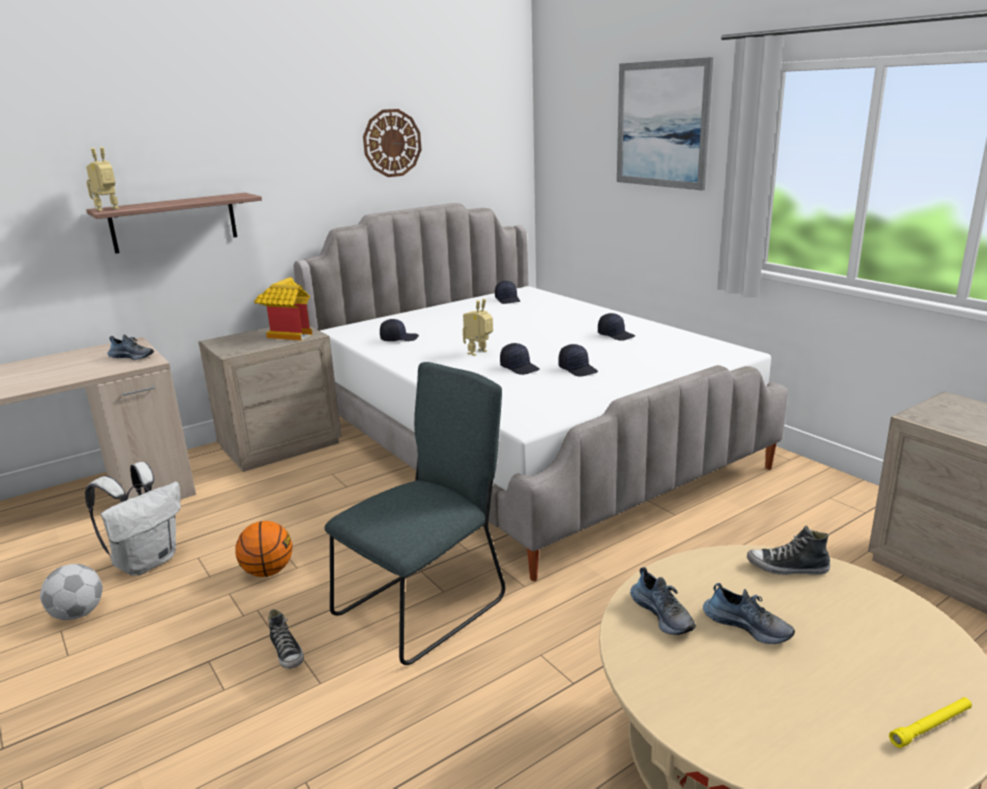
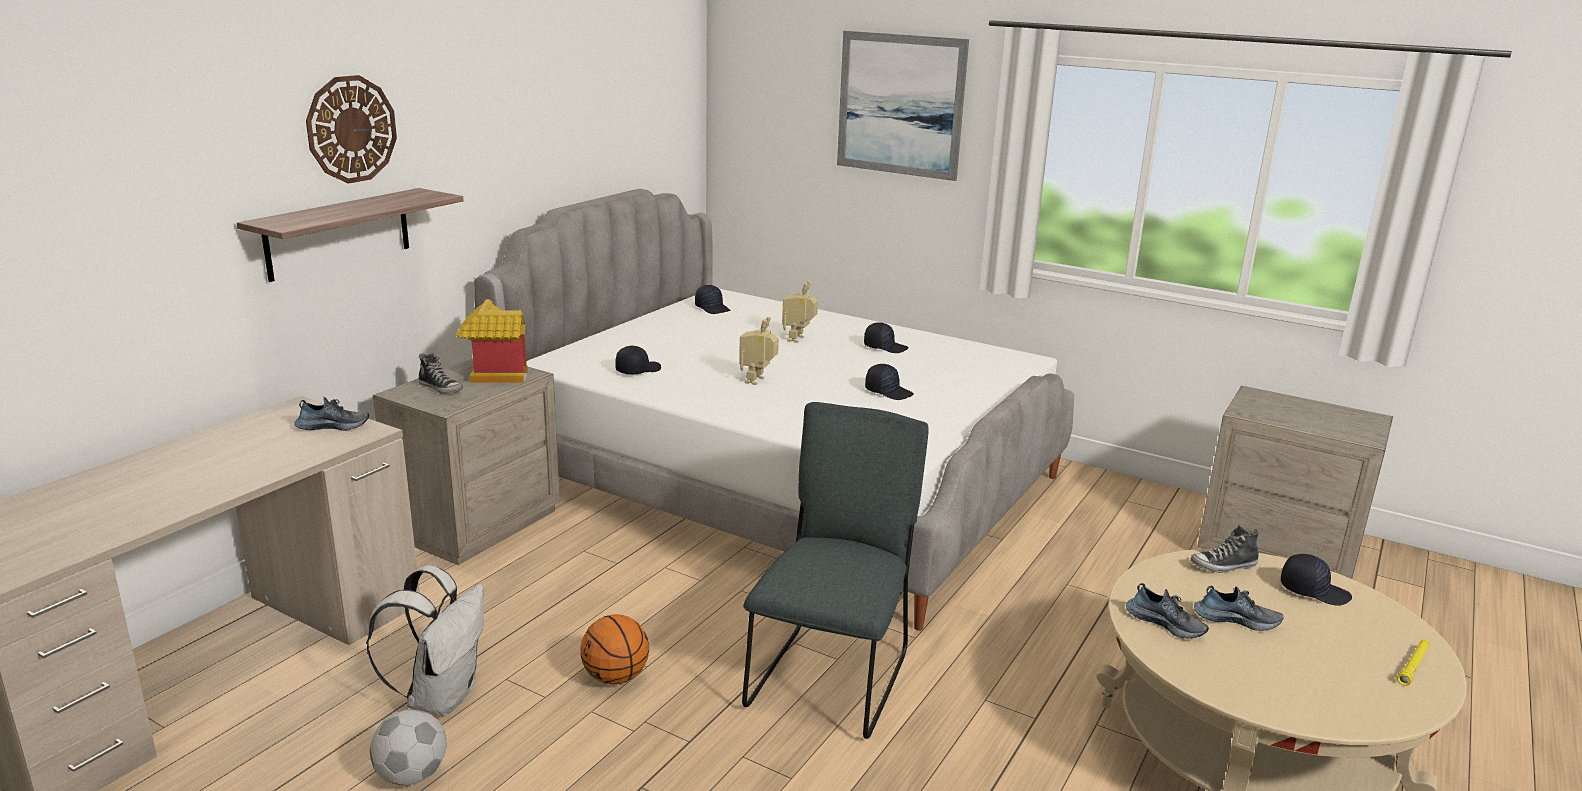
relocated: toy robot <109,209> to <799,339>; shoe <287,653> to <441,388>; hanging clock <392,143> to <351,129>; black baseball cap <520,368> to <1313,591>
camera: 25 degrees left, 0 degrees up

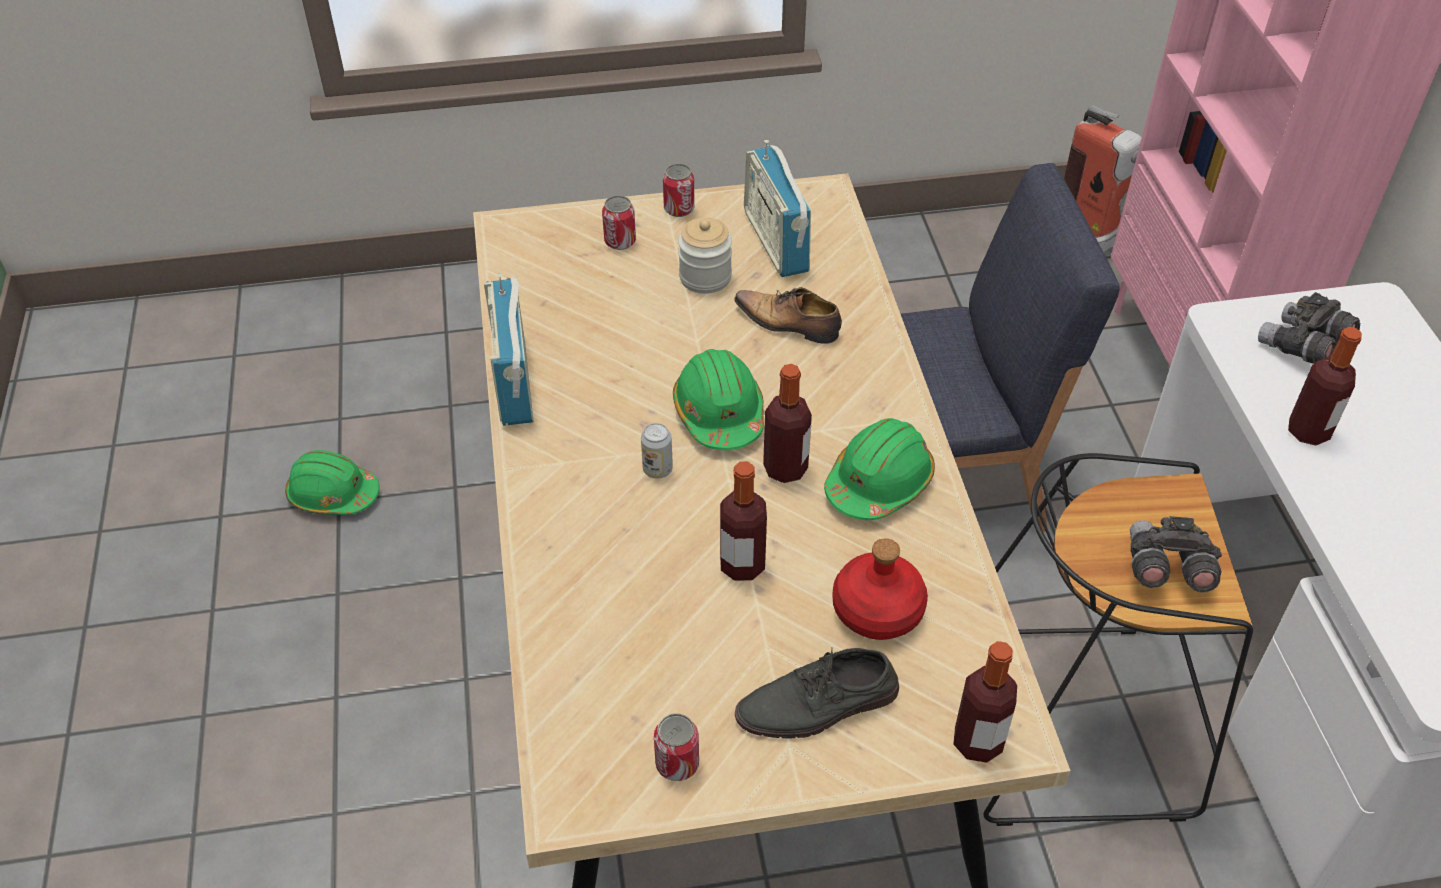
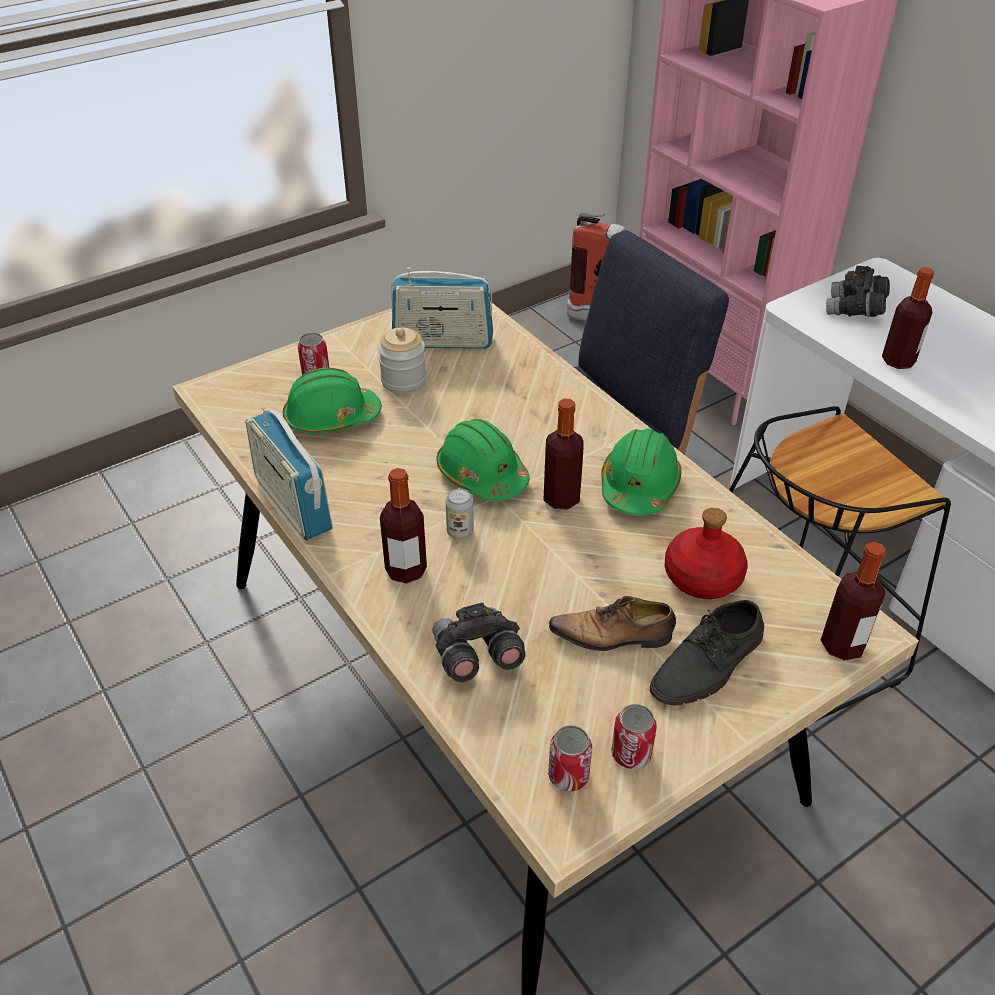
relocated: green work helmet <333,495> to <331,418>; can <679,209> to <568,775>; beverage bottle <742,565> to <406,570>; shoe <788,324> to <613,636>; grey field glasses <1166,569> to <476,657>
spun: radio set <775,242> = <442,341> 45 degrees counterclockwise
camera: 25 degrees left, 5 degrees down

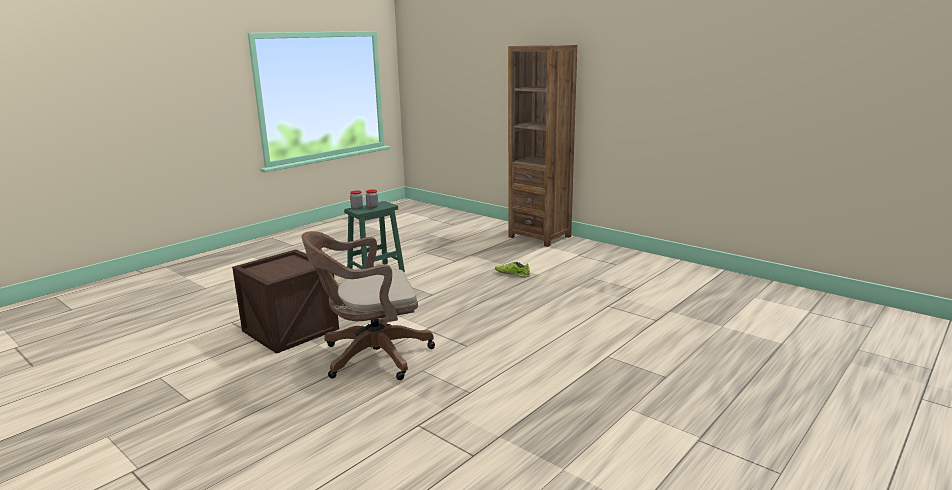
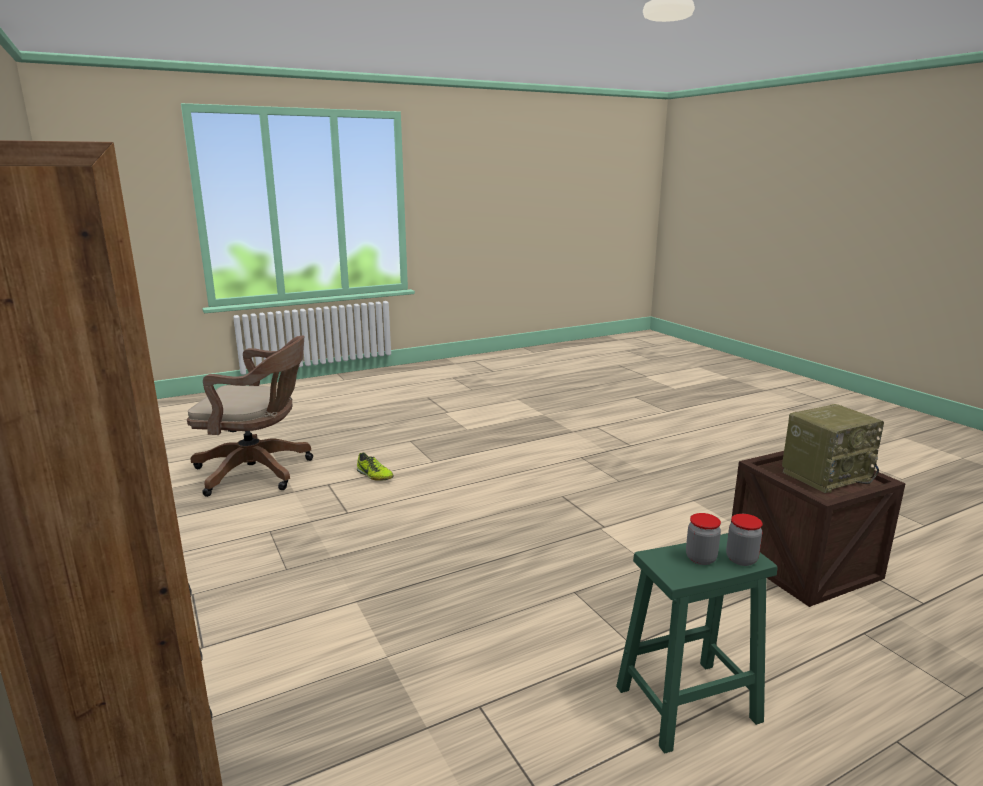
appeared: radio set <826,475>
relocated: brownish desk chair <370,356> to <259,472>; shoe <512,274> to <374,476>
camera: 160 degrees left, 0 degrees up

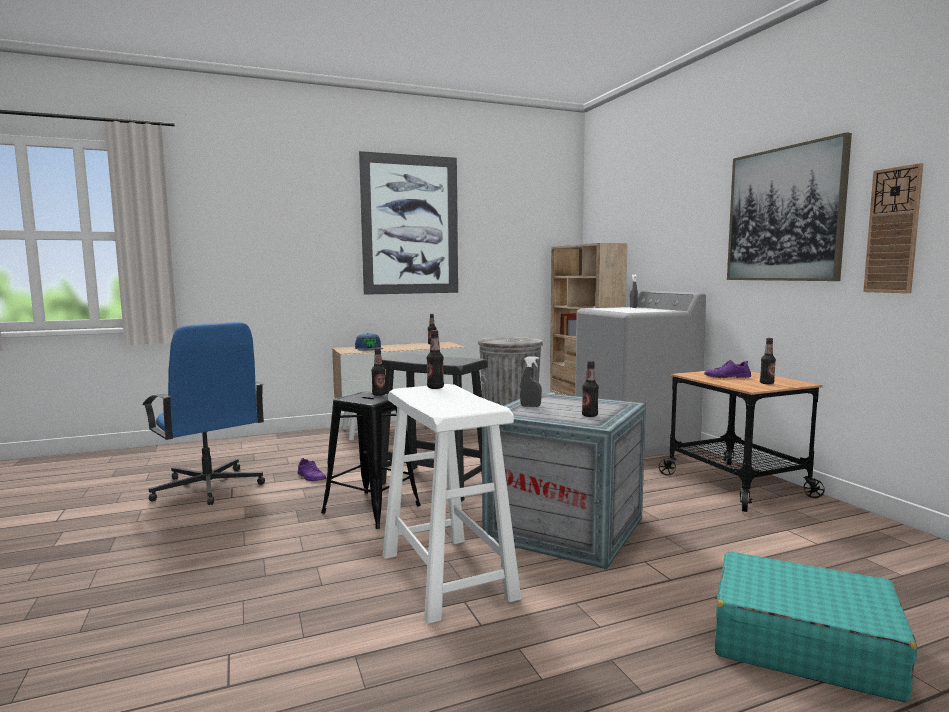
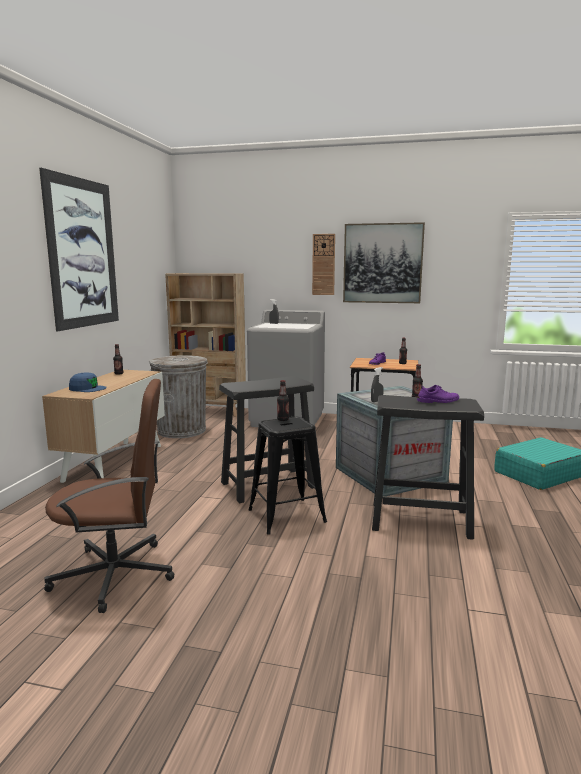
missing: beverage bottle <435,387>
relocated: purple-coloured shoe <311,477> to <438,401>; hanging clock <893,230> to <323,264>
colour: blue desk chair <208,488> to brownish desk chair <116,574>; whitish stool seat <446,575> to black stool seat <419,519>
camera: 55 degrees left, 5 degrees up

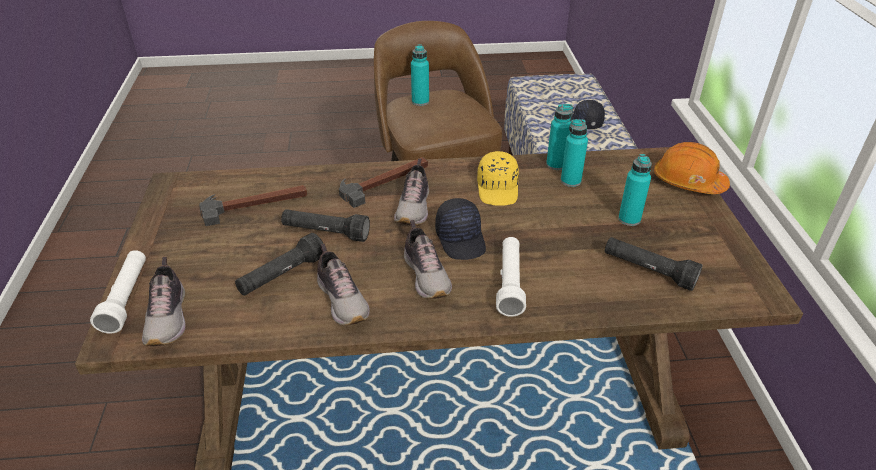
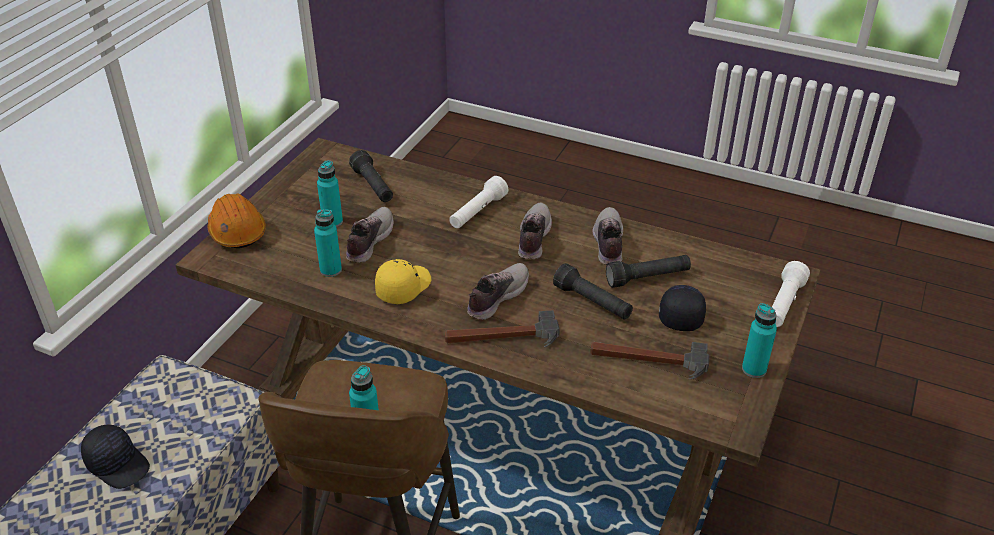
relocated: shoe <168,317> to <368,242>; black baseball cap <461,239> to <680,313>; turquoise beverage bottle <556,164> to <754,369>
camera: 150 degrees left, 0 degrees up

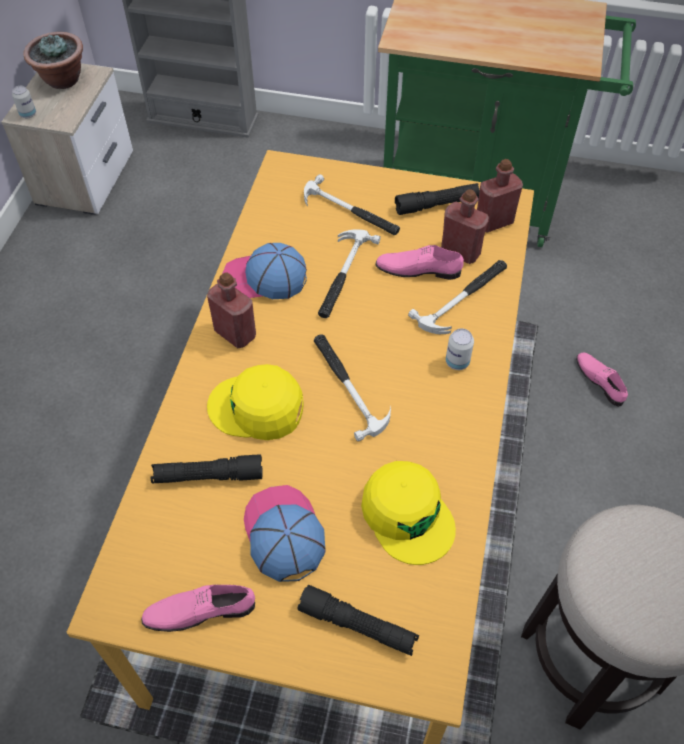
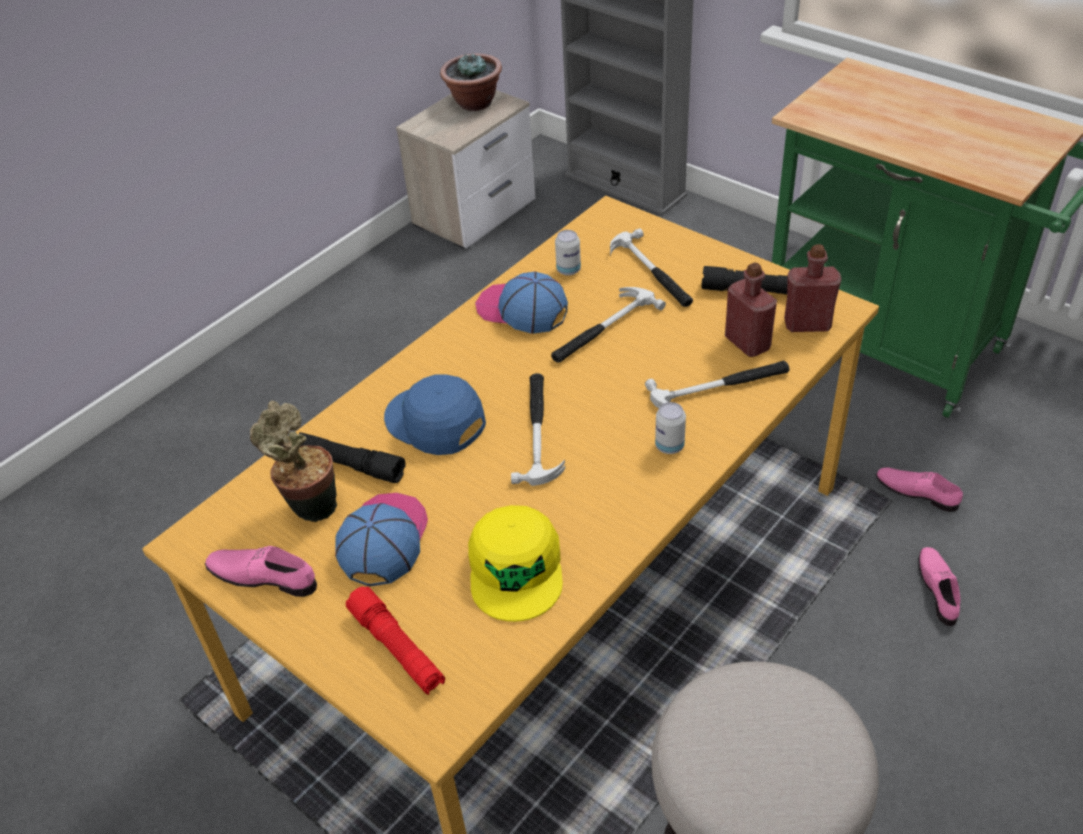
missing: reddish beverage bottle <235,333>
appeared: potted plant <310,506>
relocated: can <28,114> to <568,270>; pink shoe <418,268> to <917,491>
colour: yellowish baseball cap <257,408> to blue baseball cap <435,421>; black hand torch <358,625> to reddish hand torch <397,648>
camera: 30 degrees right, 10 degrees down

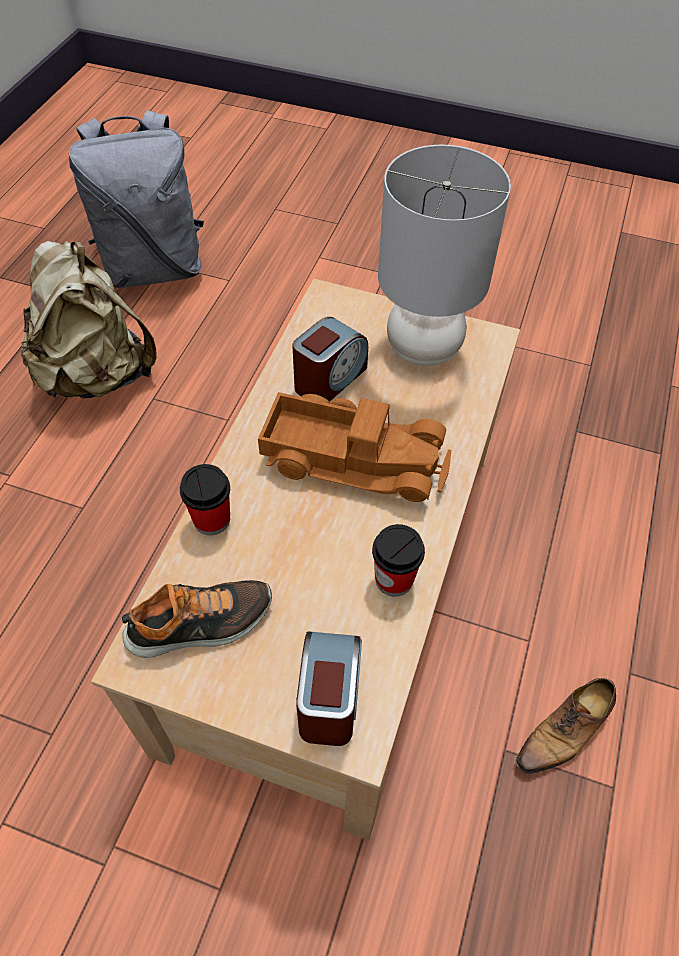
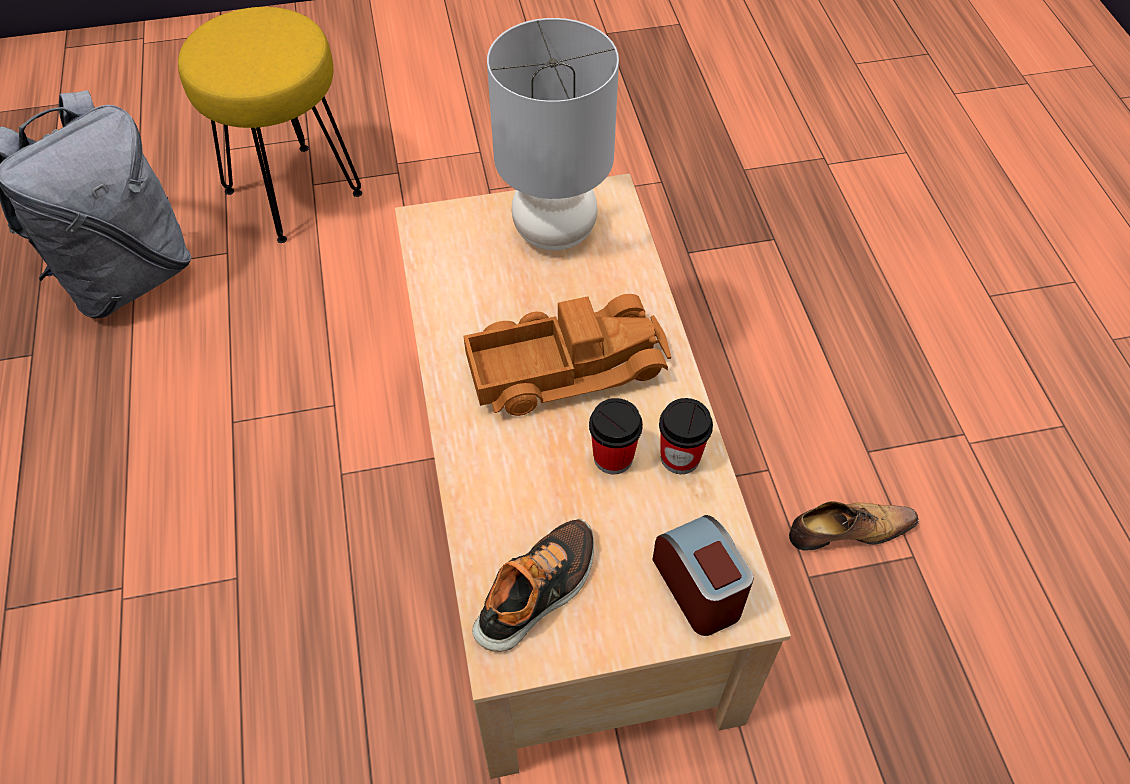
missing: beige rucksack <97,375>; alarm clock <329,379>
appeared: yellowish stool seat <293,191>
relocated: cup <212,519> to <613,457>
spun: shoe <565,731> = <847,531> 120 degrees counterclockwise
camera: 30 degrees left, 0 degrees up

